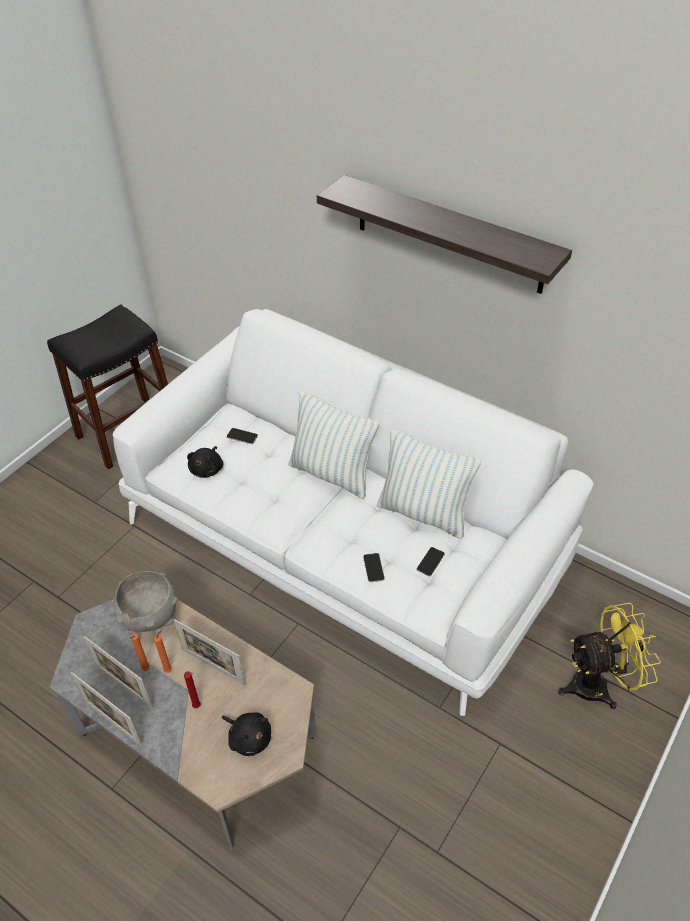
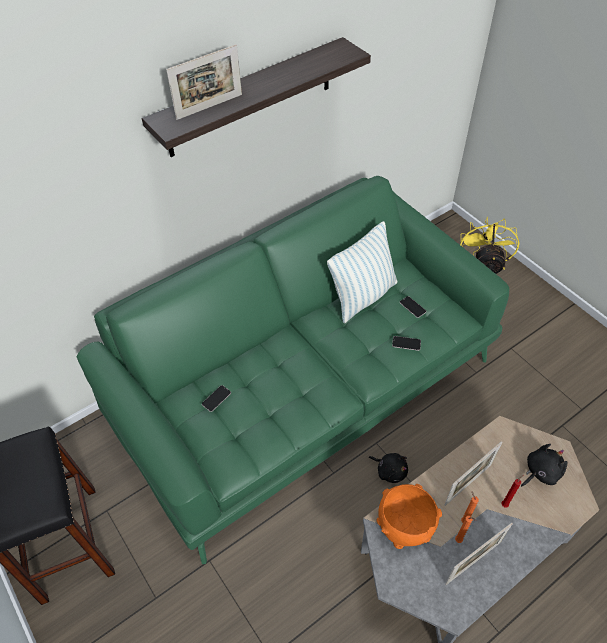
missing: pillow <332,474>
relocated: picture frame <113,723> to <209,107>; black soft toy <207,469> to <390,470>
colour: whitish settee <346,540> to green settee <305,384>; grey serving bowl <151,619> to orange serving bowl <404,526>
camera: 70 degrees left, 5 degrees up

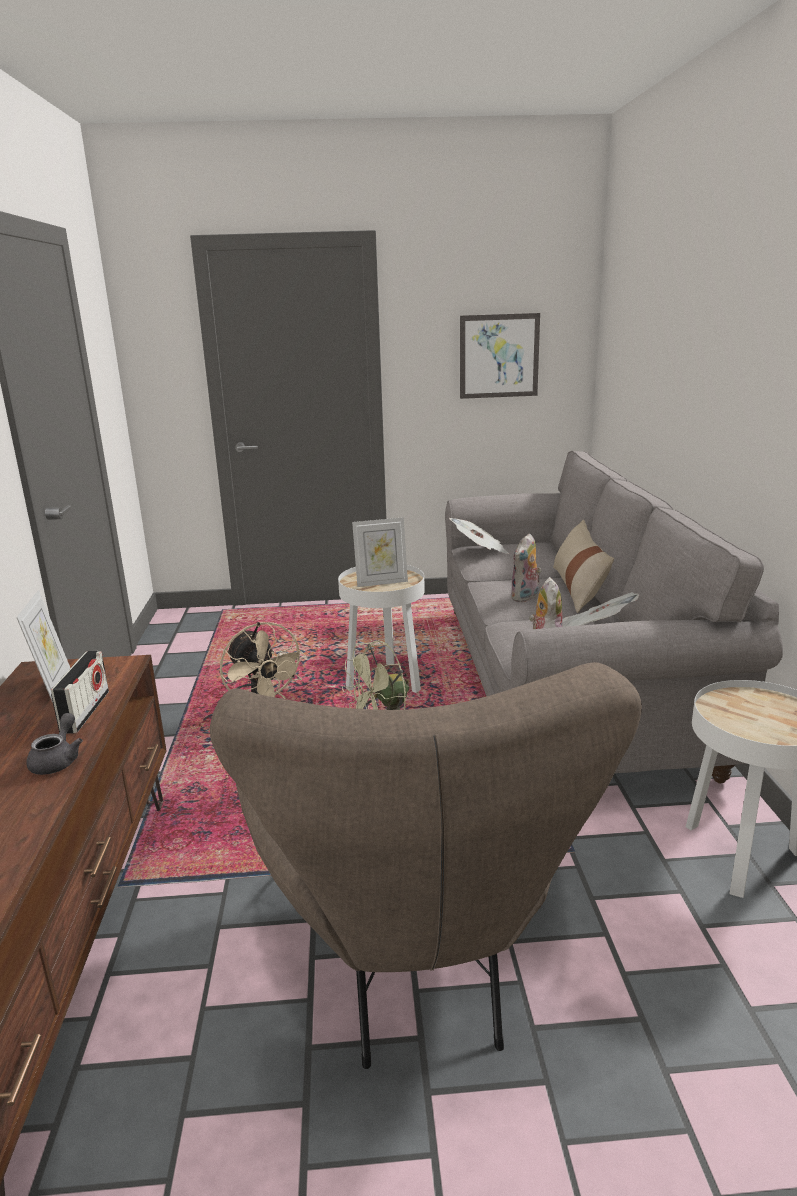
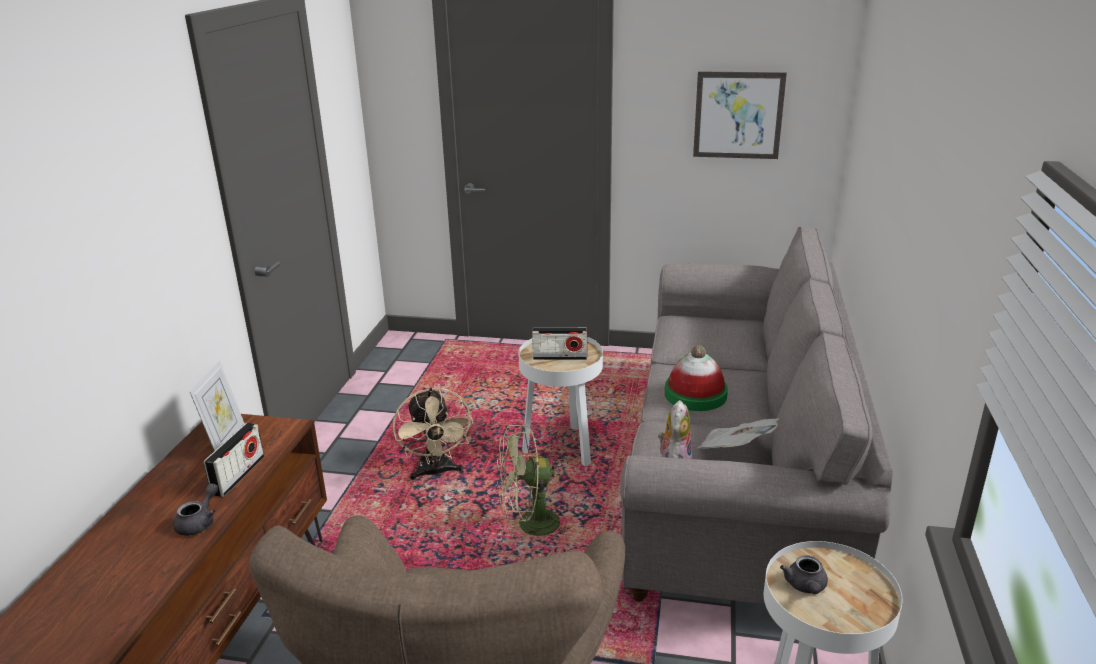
missing: printed paper <480,551>; beige pillow <579,588>
appeared: grey pot for tea <805,587>
exchanged: picture frame <381,582> to radio set <560,357>; soft toy <525,598> to hat <695,394>
camera: 15 degrees right, 5 degrees up

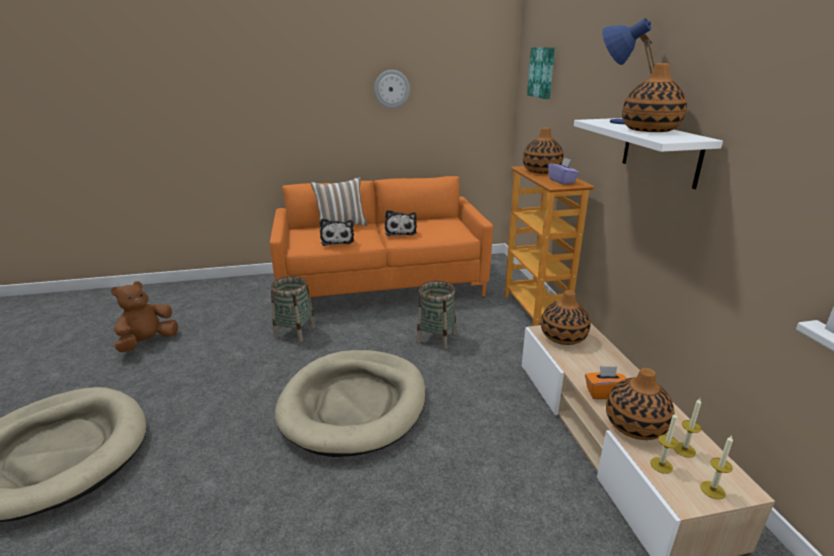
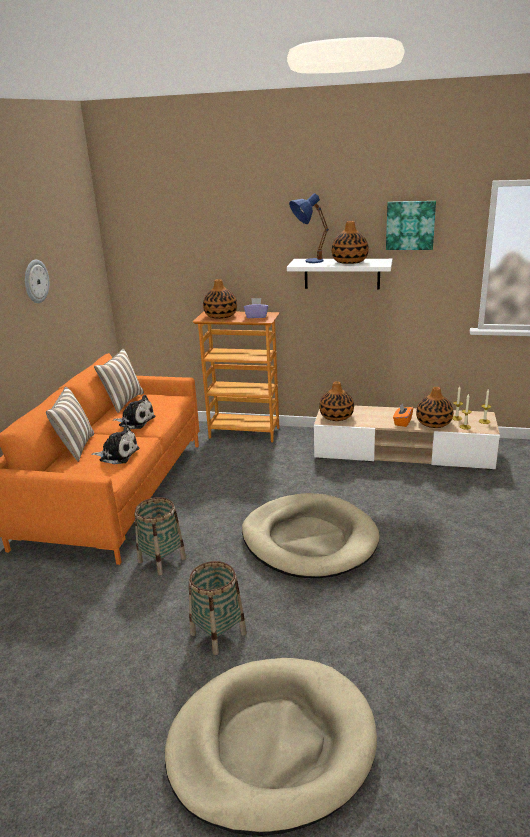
missing: brownish soft toy <148,342>
appeared: pillow <123,402>
relocated: storage basket <436,338> to <218,634>; wall art <542,72> to <410,225>
camera: 65 degrees left, 0 degrees up

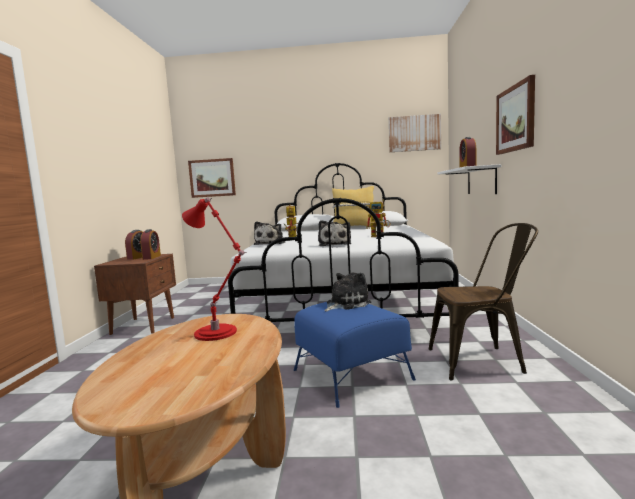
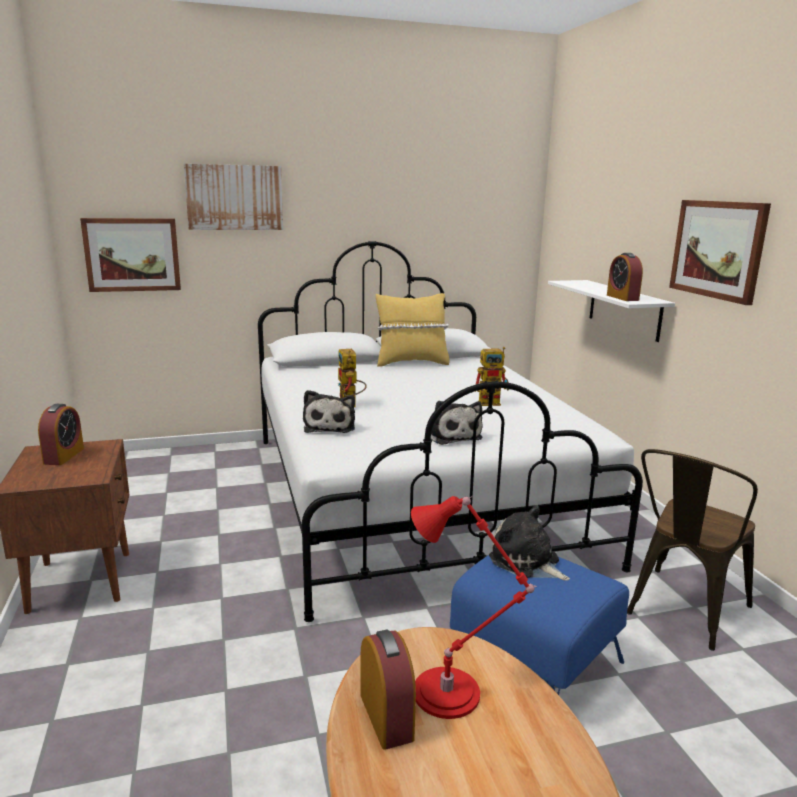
relocated: alarm clock <151,257> to <386,716>; wall art <414,133> to <234,197>
spun: soft toy <346,304> = <527,562> 75 degrees counterclockwise; brownish chair <482,361> = <682,612> 150 degrees clockwise
camera: 20 degrees left, 10 degrees up

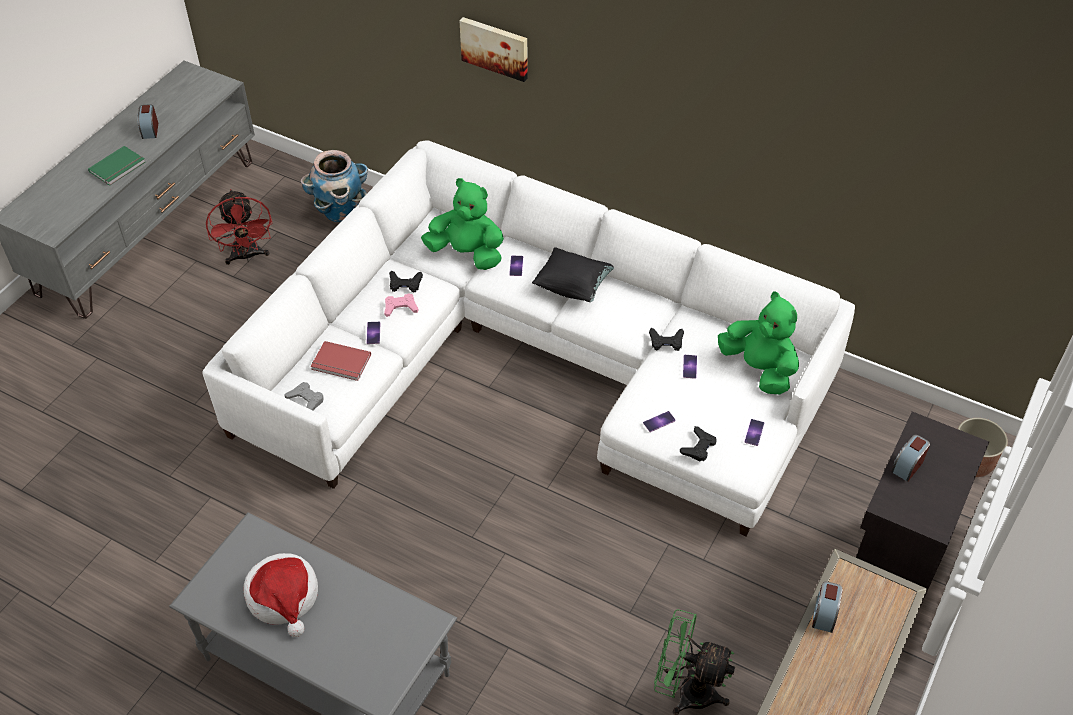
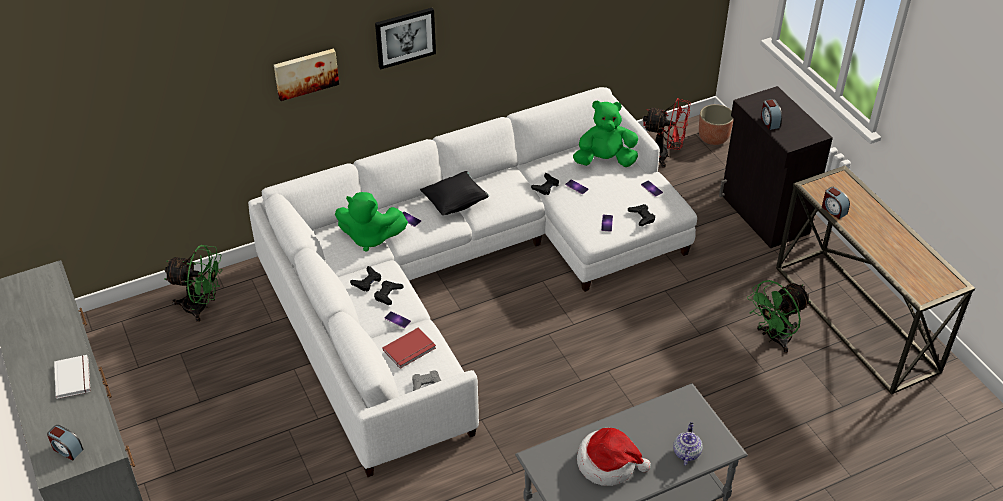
appeared: wall art <405,37>; pot for tea <686,452>
relocated: alarm clock <150,130> to <67,449>; reddish electric fan <247,256> to <664,156>
exchanged: flower pot <340,212> to green electric fan <201,307>
colour: green volume <118,167> to whitish volume <74,377>; pink game controller <400,307> to black game controller <388,294>
spun: green soft toy <467,253> = <370,237> 135 degrees counterclockwise
camera: 55 degrees left, 5 degrees down

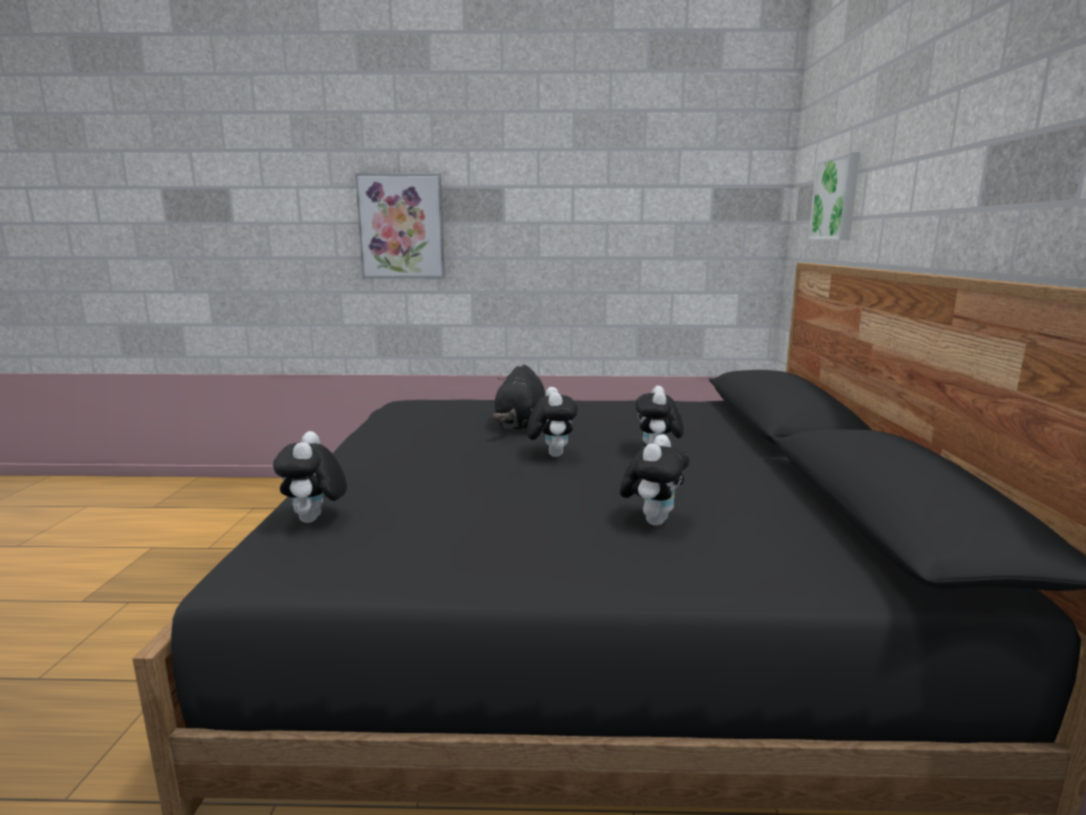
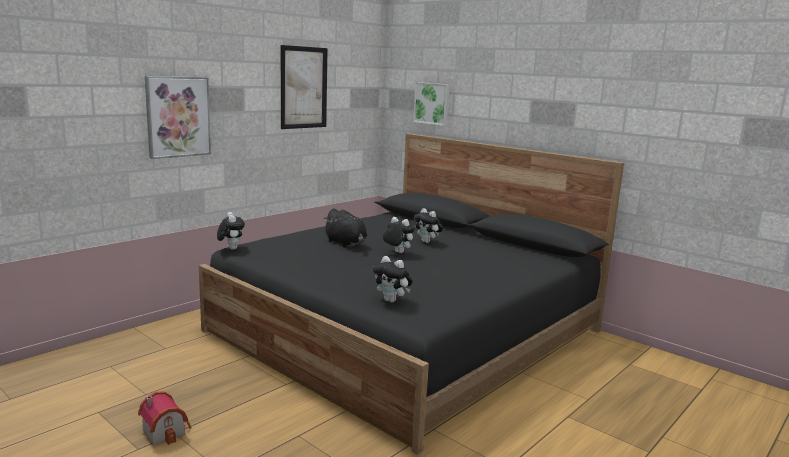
appeared: model house <166,430>; wall art <303,87>
relocated: soft toy <652,520> to <231,248>
camera: 50 degrees left, 0 degrees up

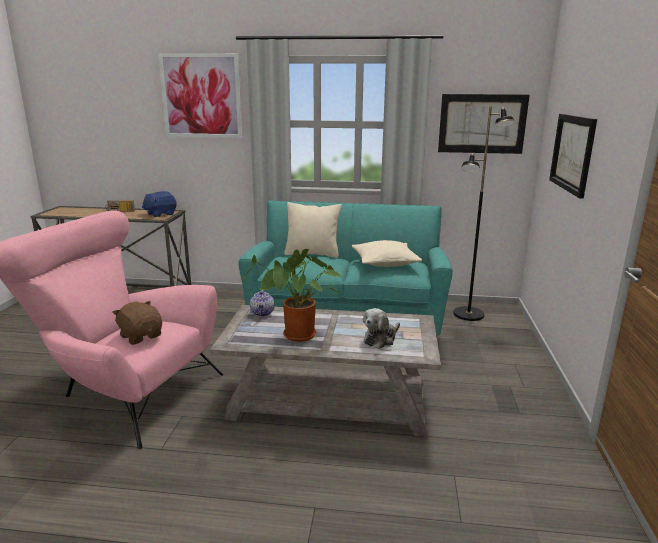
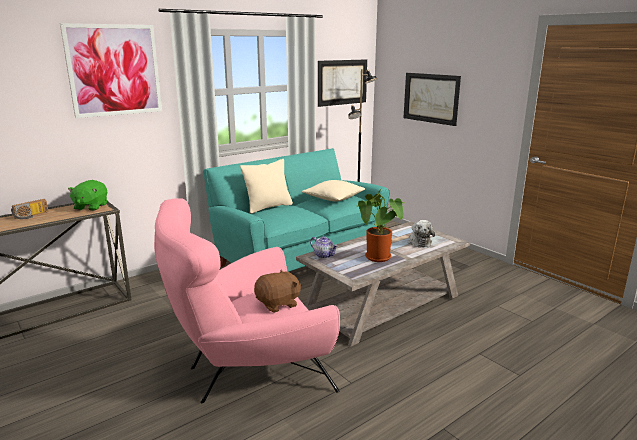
colour: blue soft toy <160,214> to green soft toy <90,207>
spun: brownish soft toy <141,336> = <278,304> 150 degrees clockwise
camera: 45 degrees left, 0 degrees up

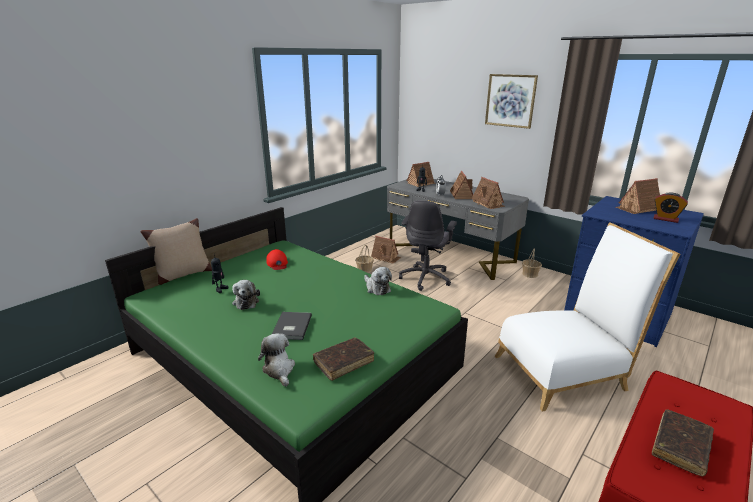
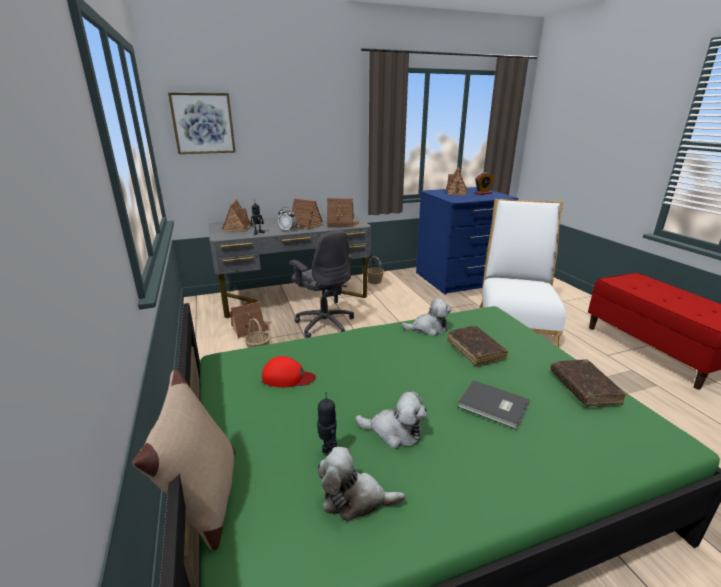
relocated: soft toy <279,369> to <355,499>; wall art <510,100> to <203,123>; brownish volume <680,447> to <475,350>
camera: 60 degrees left, 0 degrees up

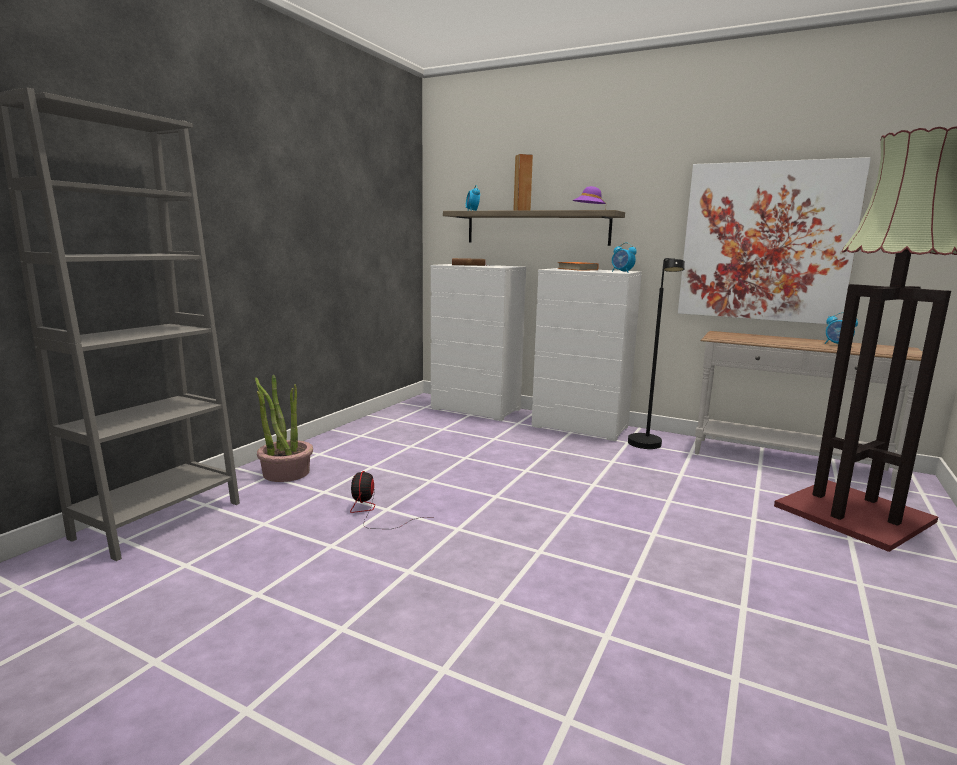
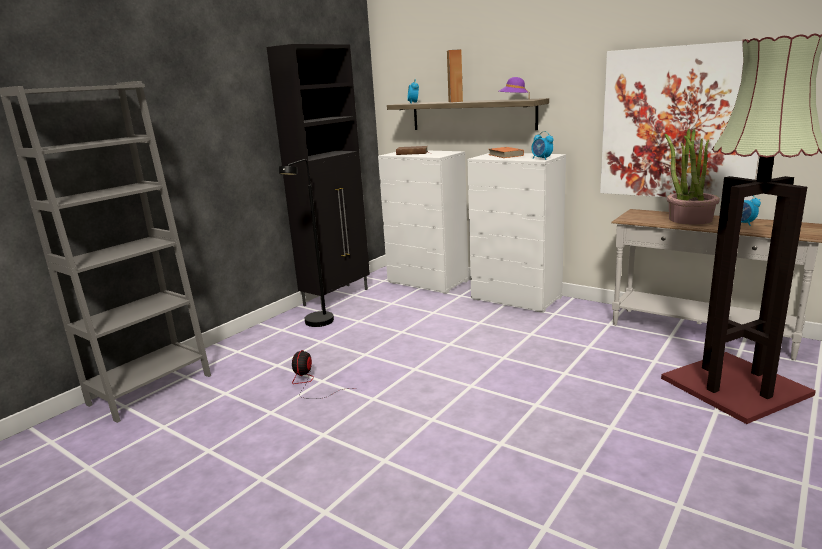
appeared: black cabinet <337,297>
relocated: potted plant <286,473> to <689,219>; black standard lamp <647,447> to <317,324>
camera: 10 degrees right, 5 degrees up

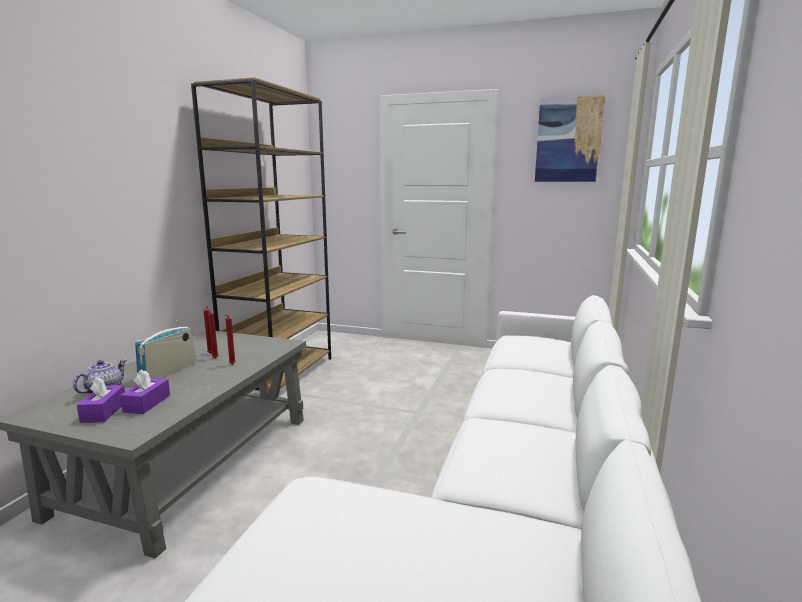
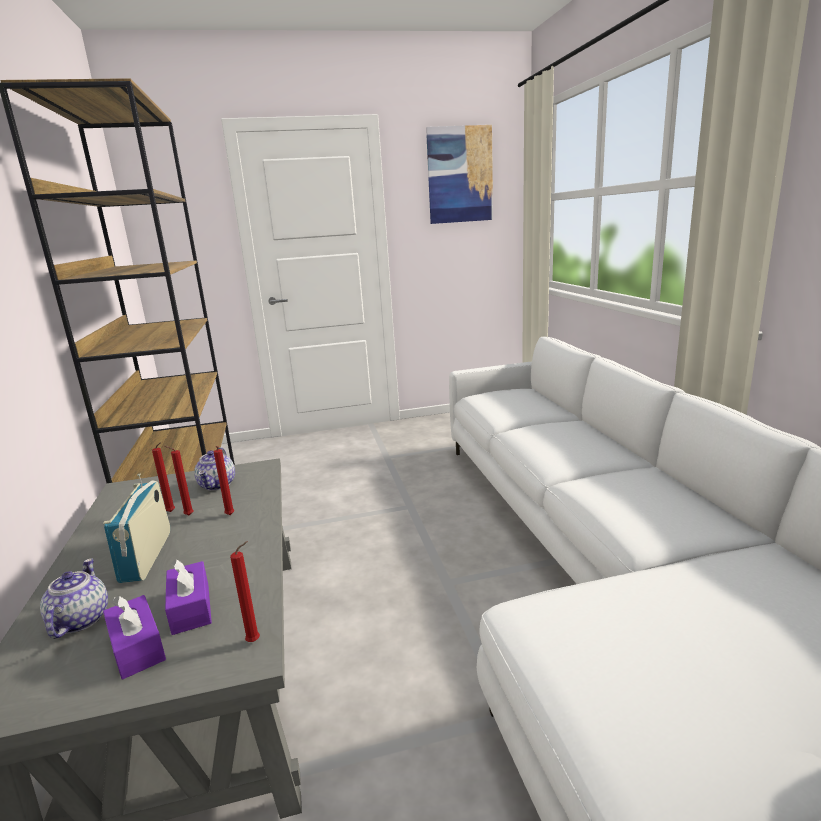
appeared: pot for tea <218,485>; reddish wax candle <256,641>
camera: 30 degrees left, 5 degrees up

